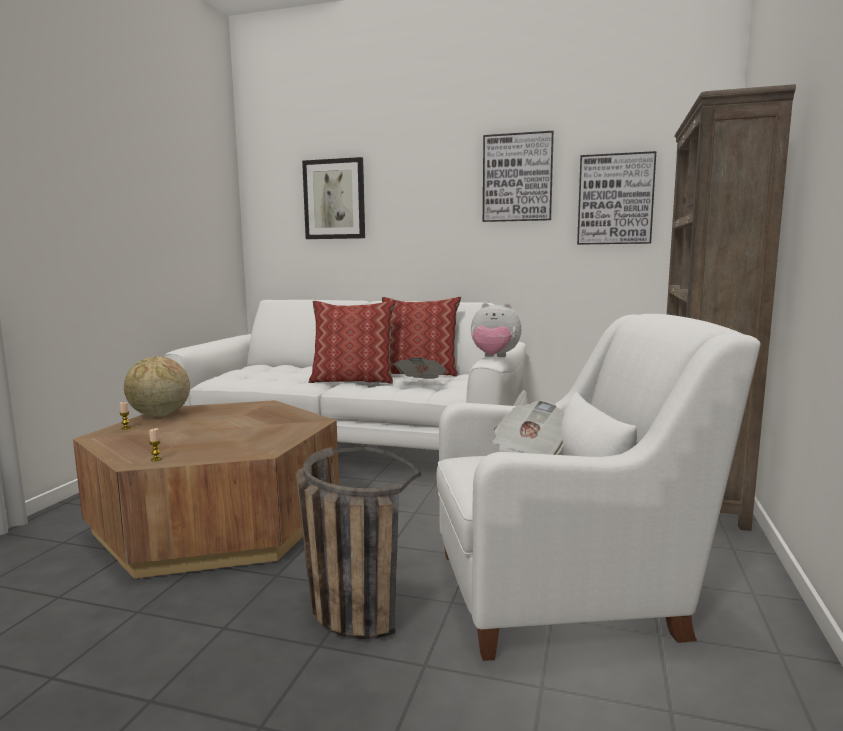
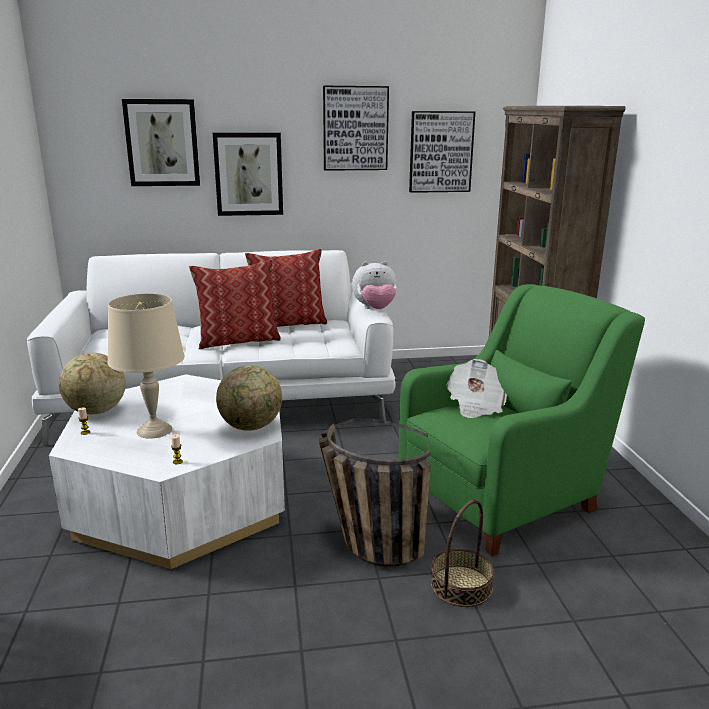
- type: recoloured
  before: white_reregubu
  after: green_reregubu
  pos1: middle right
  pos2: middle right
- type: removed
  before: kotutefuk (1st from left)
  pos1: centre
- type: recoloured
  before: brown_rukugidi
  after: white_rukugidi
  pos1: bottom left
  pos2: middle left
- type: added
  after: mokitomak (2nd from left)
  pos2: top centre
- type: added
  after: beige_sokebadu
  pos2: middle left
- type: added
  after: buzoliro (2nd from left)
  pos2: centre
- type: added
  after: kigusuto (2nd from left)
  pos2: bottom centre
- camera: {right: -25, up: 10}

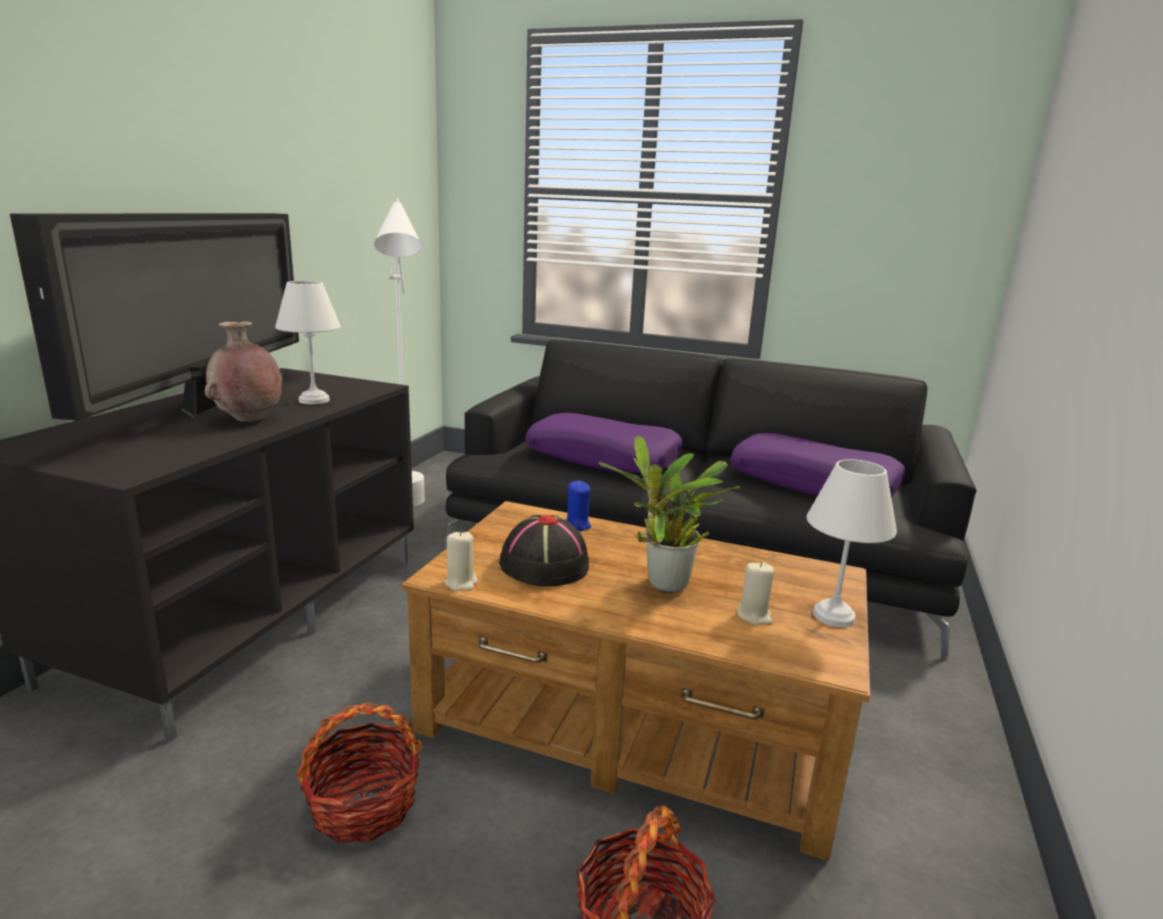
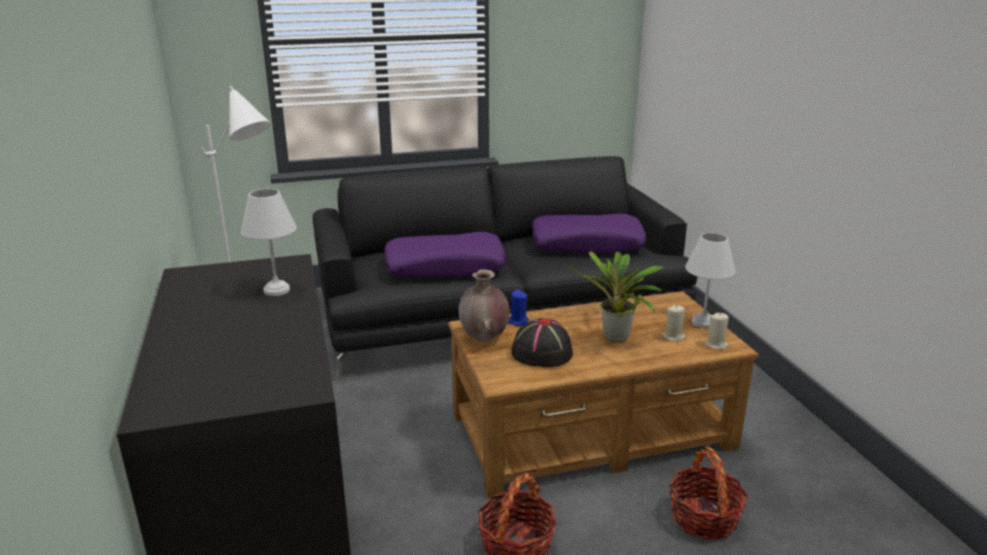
- type: removed
  before: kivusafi
  pos1: middle left
- type: moved
  before: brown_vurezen
  pos1: middle left
  pos2: centre
- type: moved
  before: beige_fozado (1st from left in the first image)
  after: beige_fozado (2nd from left)
  pos1: centre
  pos2: middle right
- camera: {right: -35, up: 5}

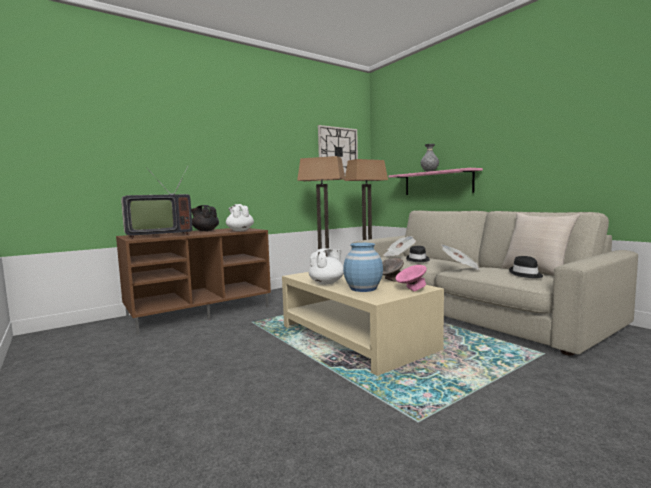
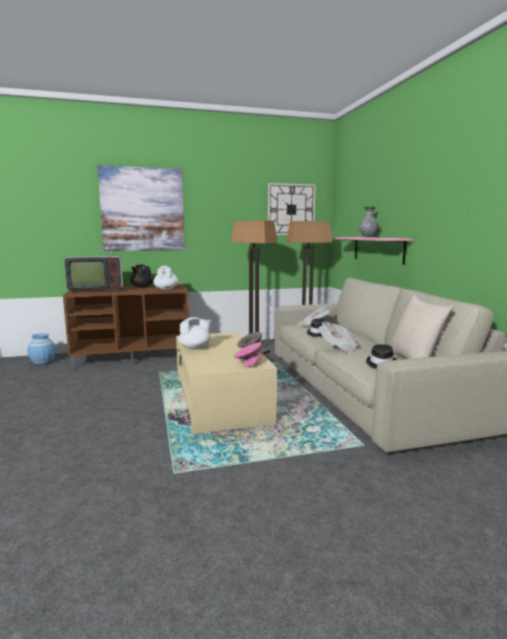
- type: moved
  before: blue_vurezen
  pos1: centre
  pos2: middle left
- type: added
  after: mokitomak
  pos2: top left
- camera: {right: 20, up: 5}

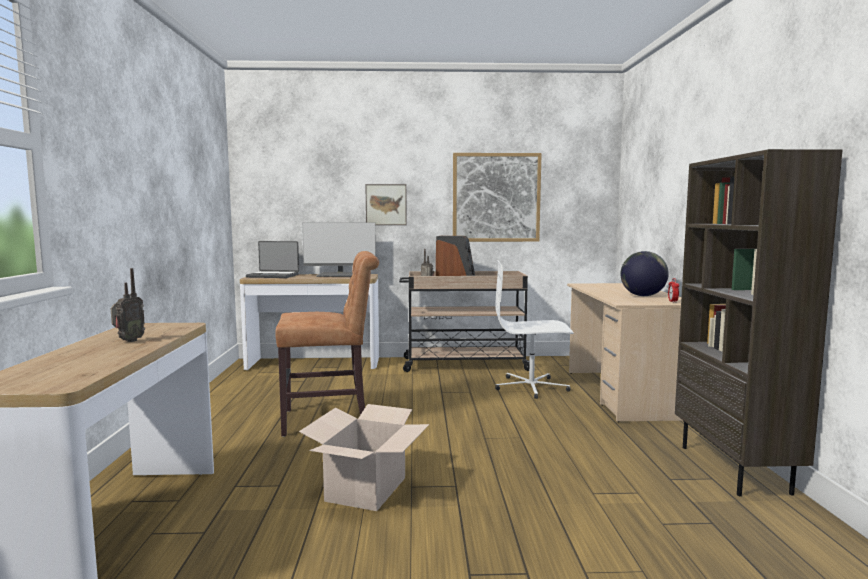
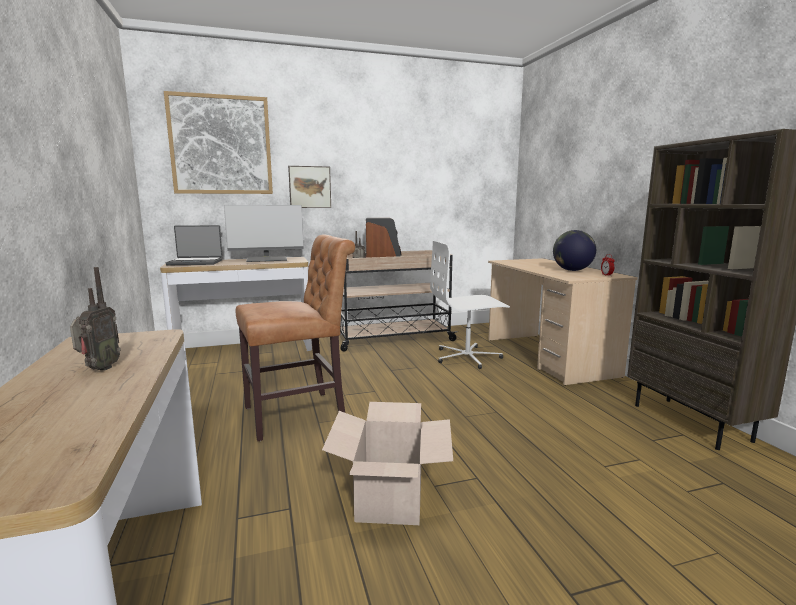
- type: moved
  before: mokitomak (2nd from left in the first image)
  after: mokitomak (1st from left)
  pos1: centre
  pos2: top left
- camera: {right: -15, up: 5}

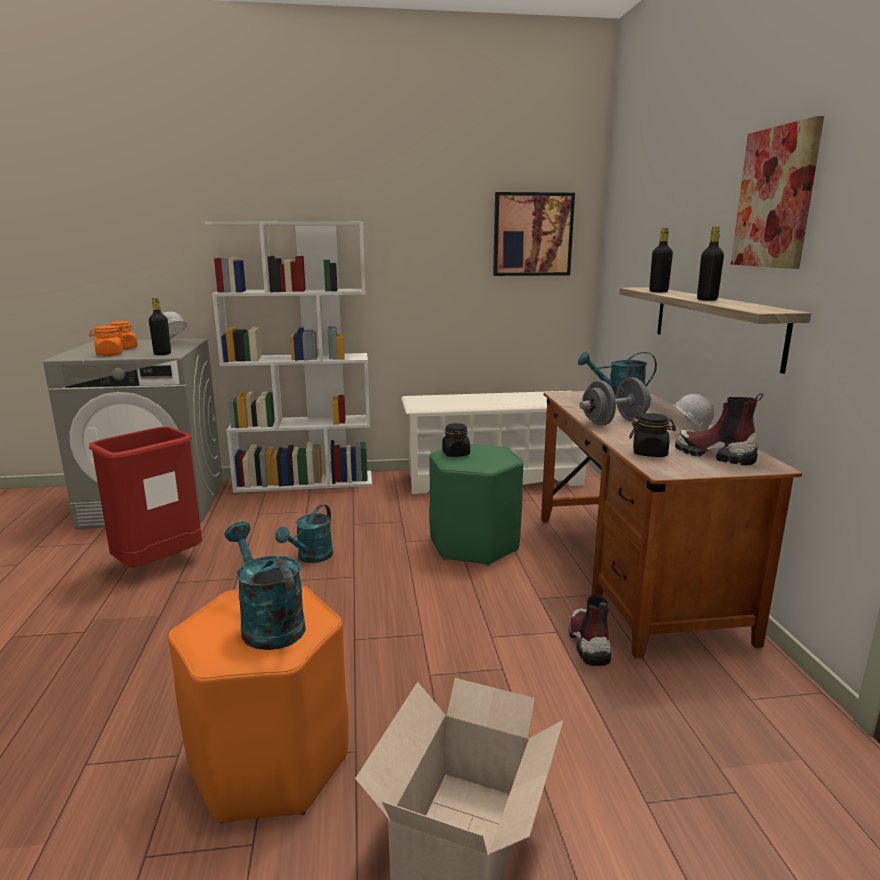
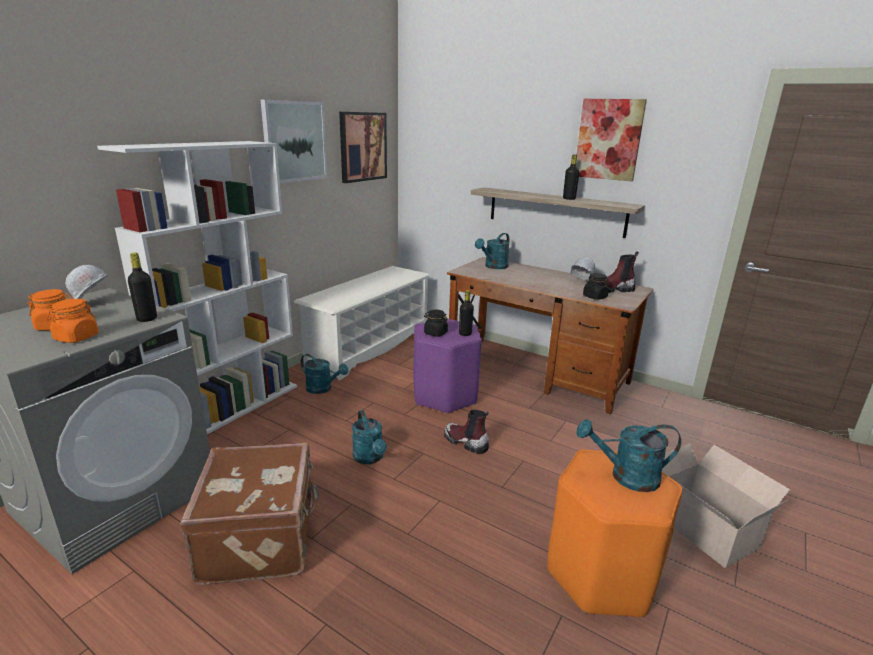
- type: moved
  before: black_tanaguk (2nd from left)
  pos1: top right
  pos2: centre
- type: removed
  before: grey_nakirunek
  pos1: middle right
- type: replaced
  before: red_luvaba
  after: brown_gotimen
  pos1: middle left
  pos2: bottom left
- type: recoloured
  before: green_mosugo
  after: purple_mosugo
  pos1: centre
  pos2: centre
- type: moved
  before: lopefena (1st from left)
  pos1: bottom right
  pos2: centre
- type: added
  after: mokitomak (1st from left)
  pos2: top centre
- type: added
  after: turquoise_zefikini (1st from left)
  pos2: centre
- camera: {right: -50, up: 5}

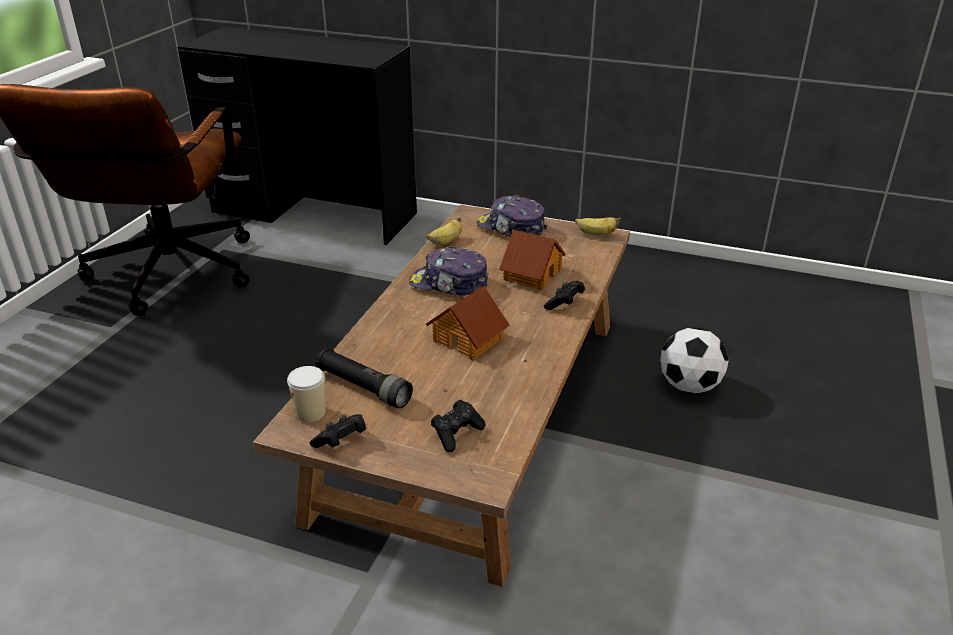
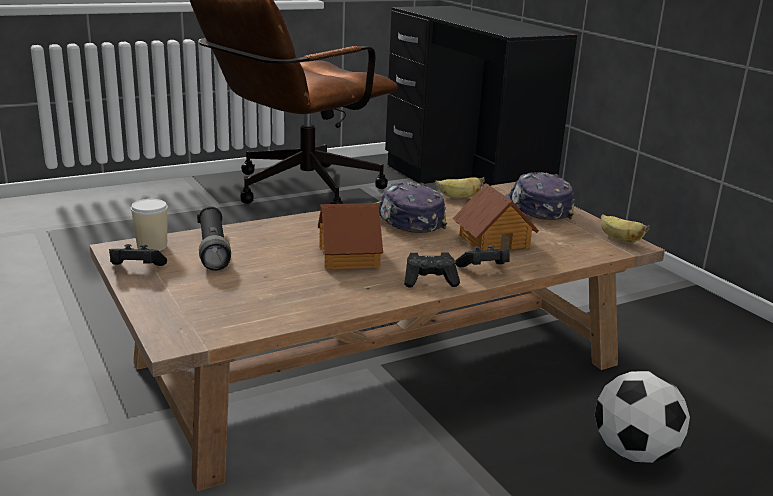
- type: moved
  before: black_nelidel (2nd from left)
  pos1: bottom centre
  pos2: centre
- camera: {right: 40, up: -10}

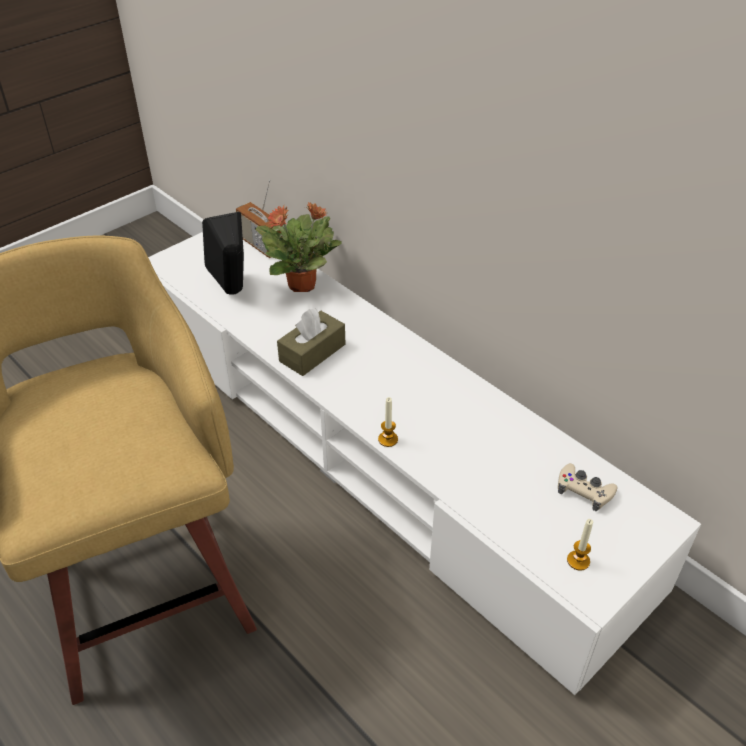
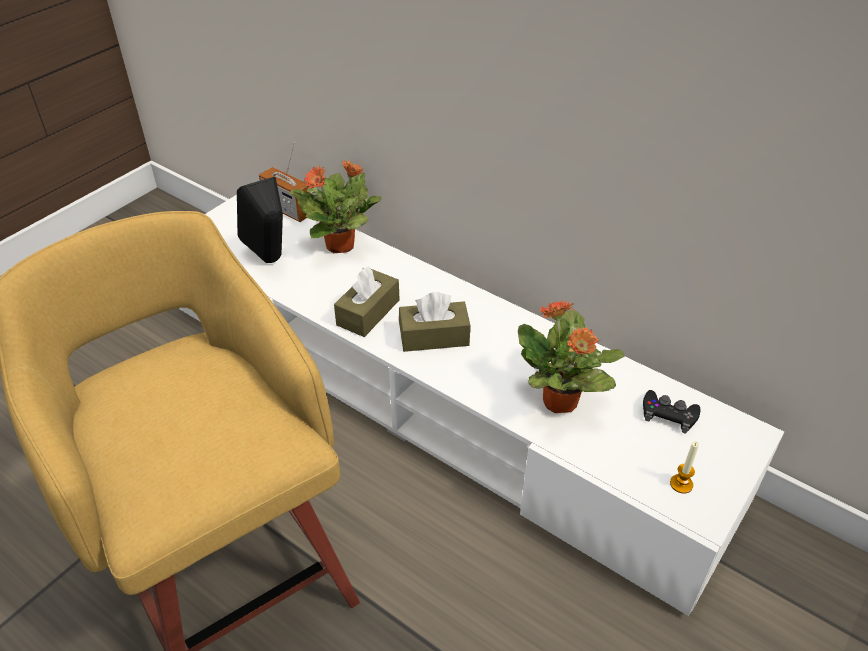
- type: removed
  before: fozado (1st from left)
  pos1: centre
- type: recoloured
  before: beige_nelidel
  after: black_nelidel
  pos1: middle right
  pos2: middle right
- type: added
  after: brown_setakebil (2nd from left)
  pos2: centre
- type: added
  after: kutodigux (2nd from left)
  pos2: centre
- camera: {right: -10, up: 0}

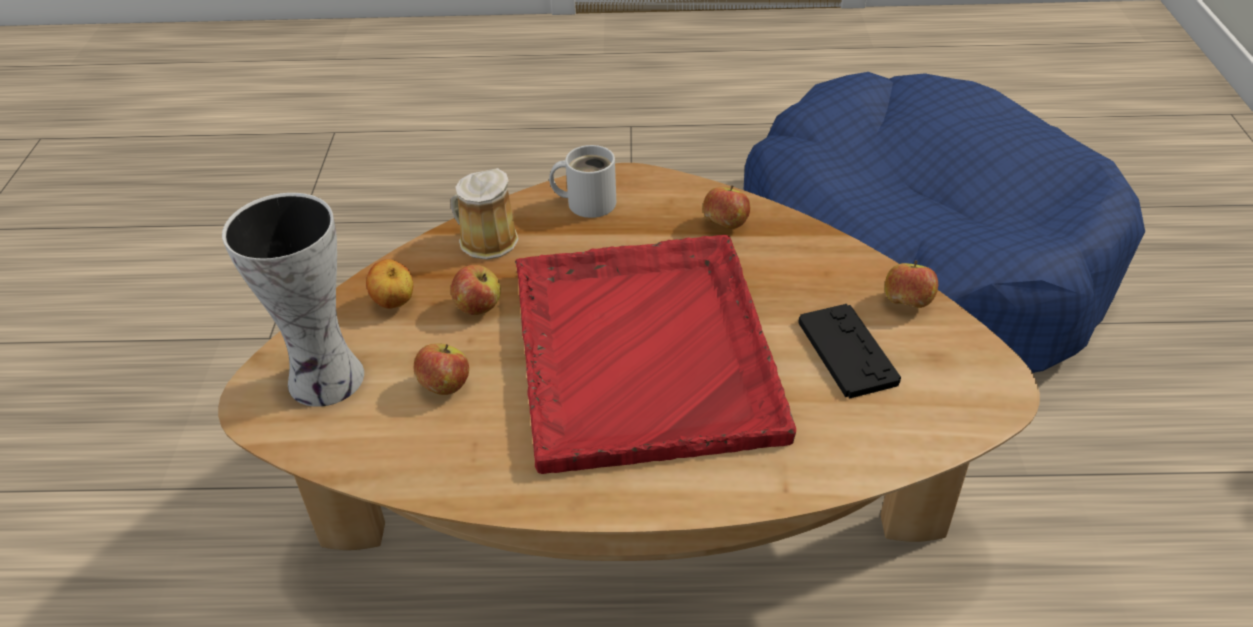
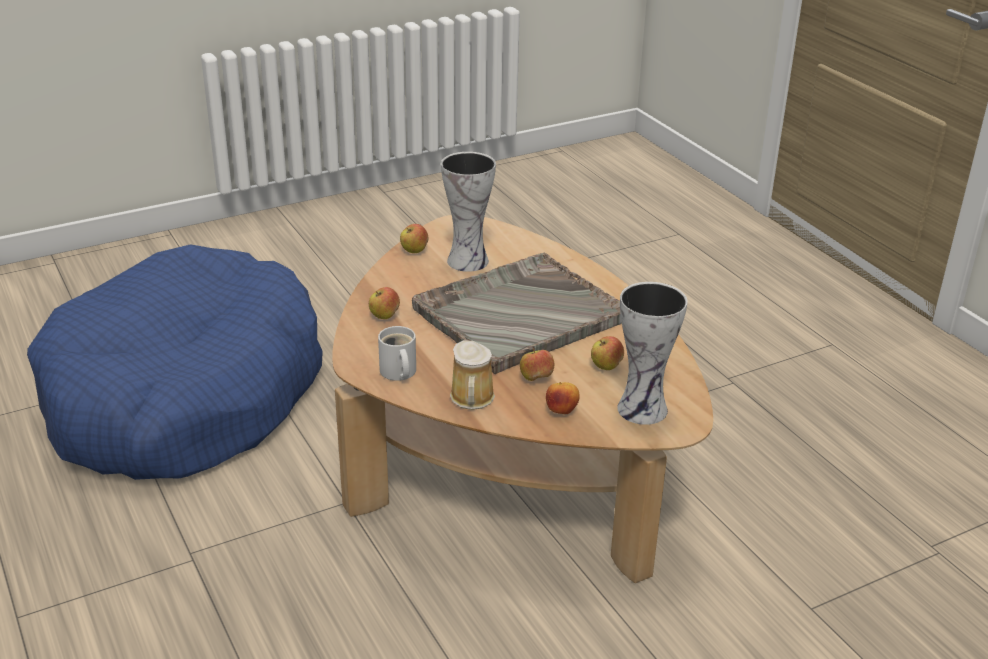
- type: recoloured
  before: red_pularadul
  after: grey_pularadul
  pos1: centre
  pos2: centre
- type: replaced
  before: black_nelidel
  after: vurezen (1st from left)
  pos1: middle right
  pos2: top centre
- camera: {right: -120, up: -10}

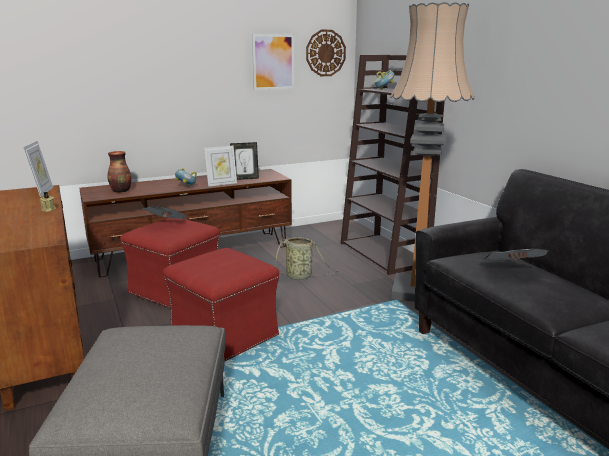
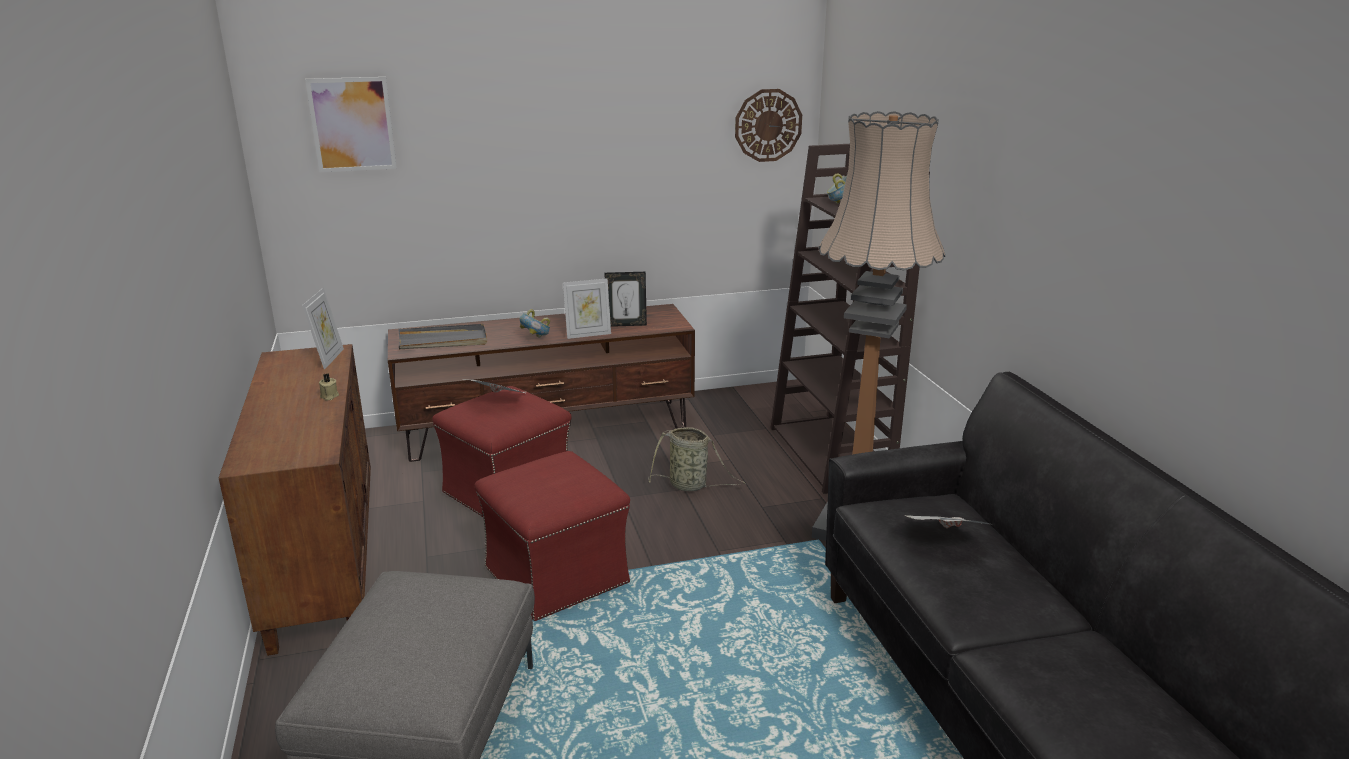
- type: moved
  before: mokitomak
  pos1: top centre
  pos2: top left
- type: replaced
  before: vurezen
  after: grey_pularadul
  pos1: middle left
  pos2: middle left
- camera: {right: 10, up: 5}

